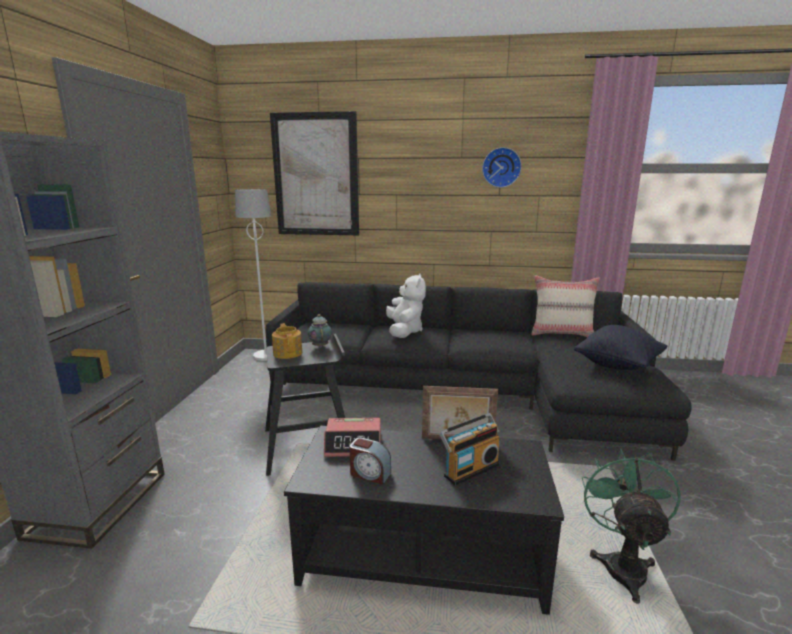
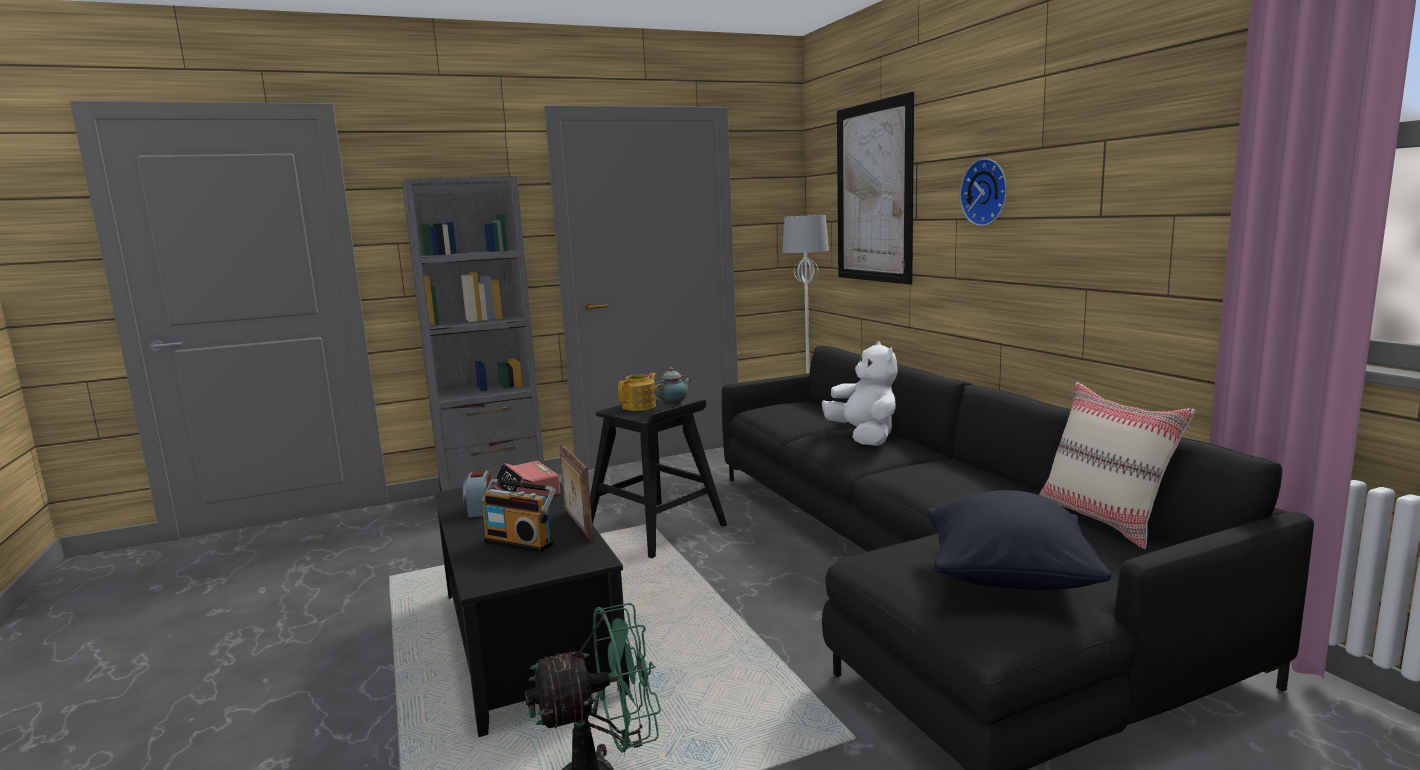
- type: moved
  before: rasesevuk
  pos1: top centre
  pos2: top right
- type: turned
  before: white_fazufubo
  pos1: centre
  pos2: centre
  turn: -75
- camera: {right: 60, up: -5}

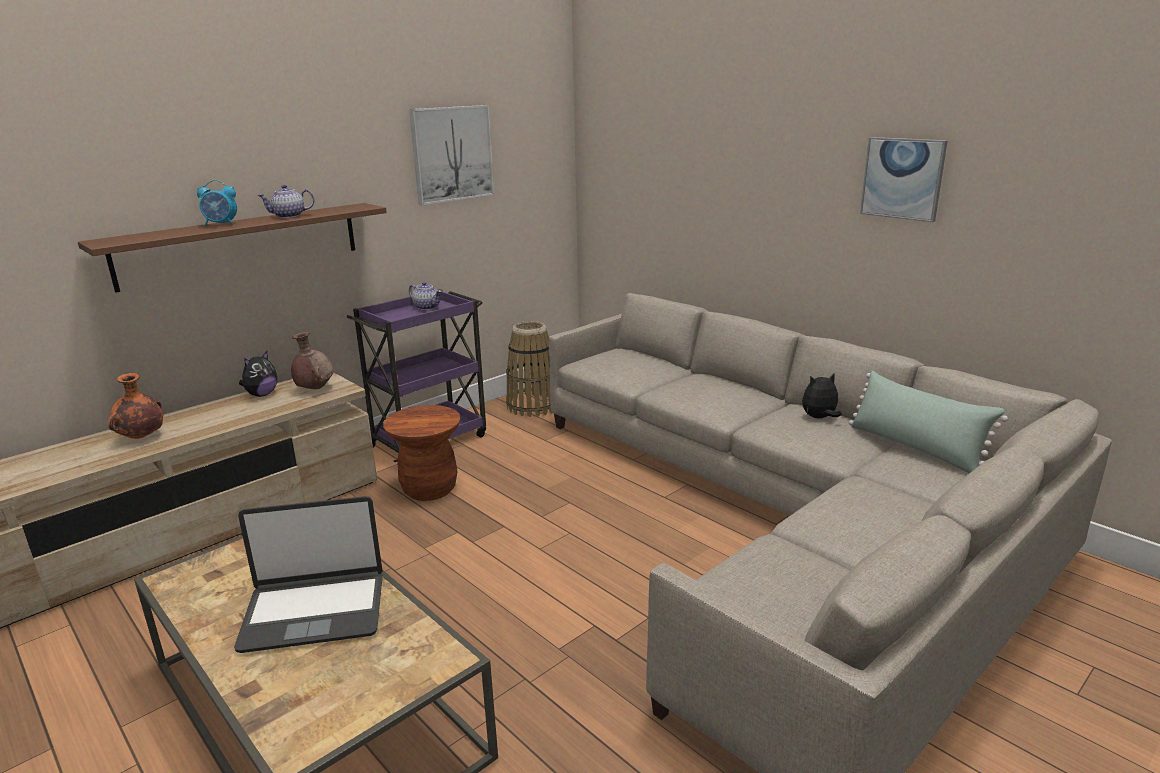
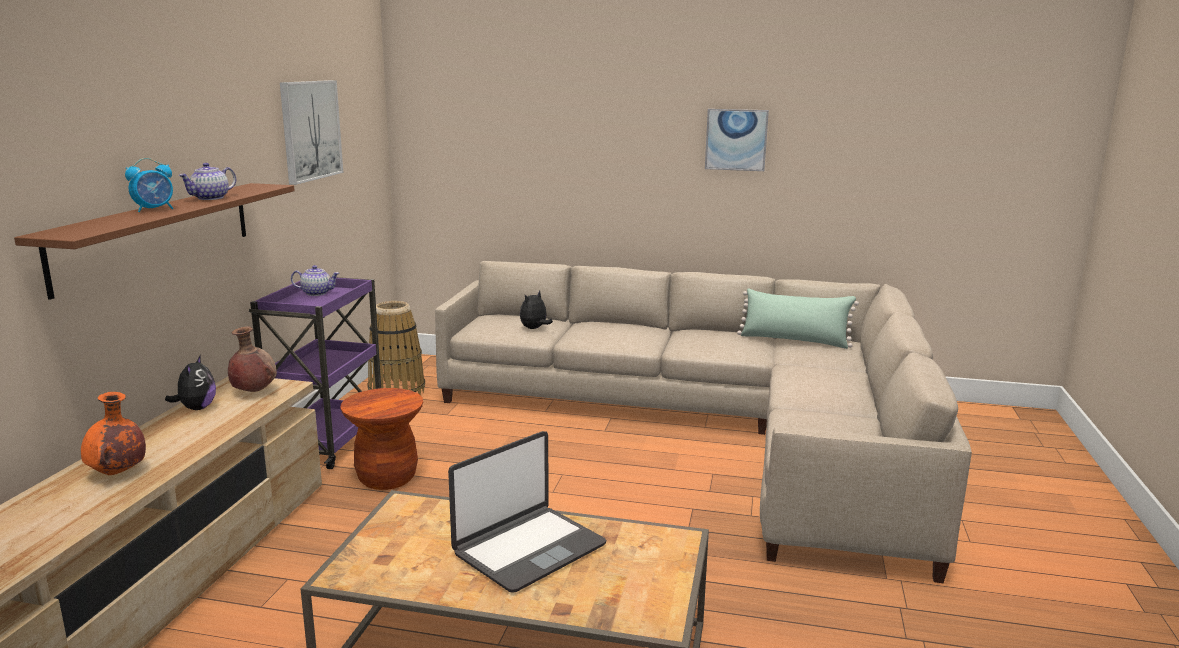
- type: moved
  before: fazufubo (2nd from left)
  pos1: middle right
  pos2: centre
- camera: {right: -35, up: -5}

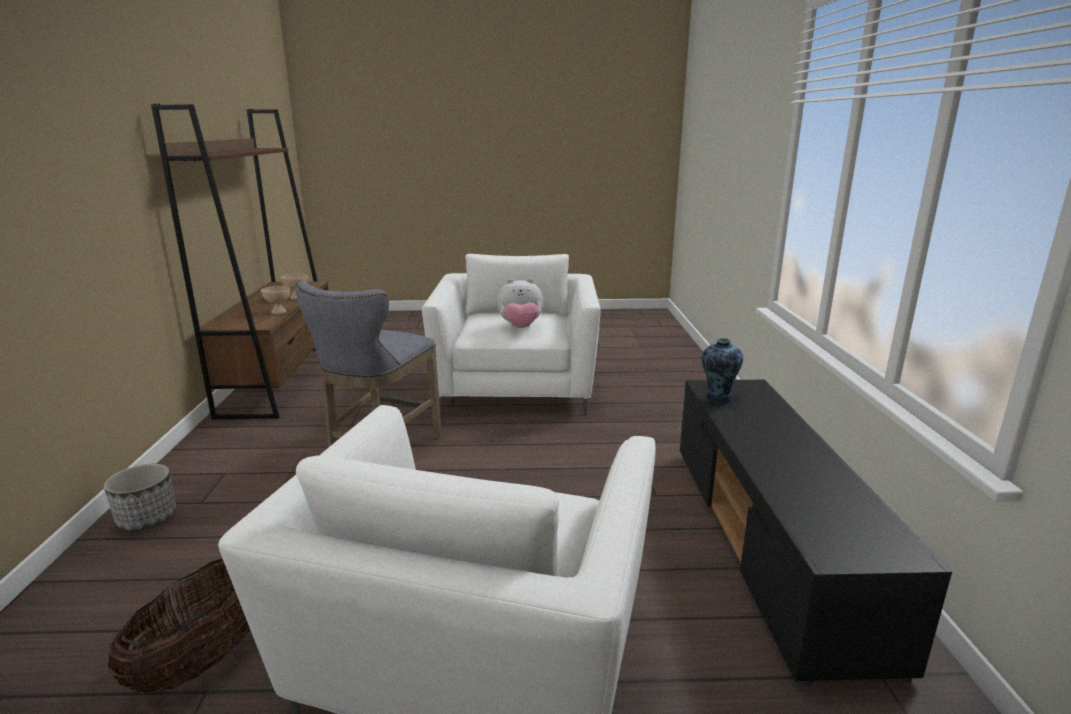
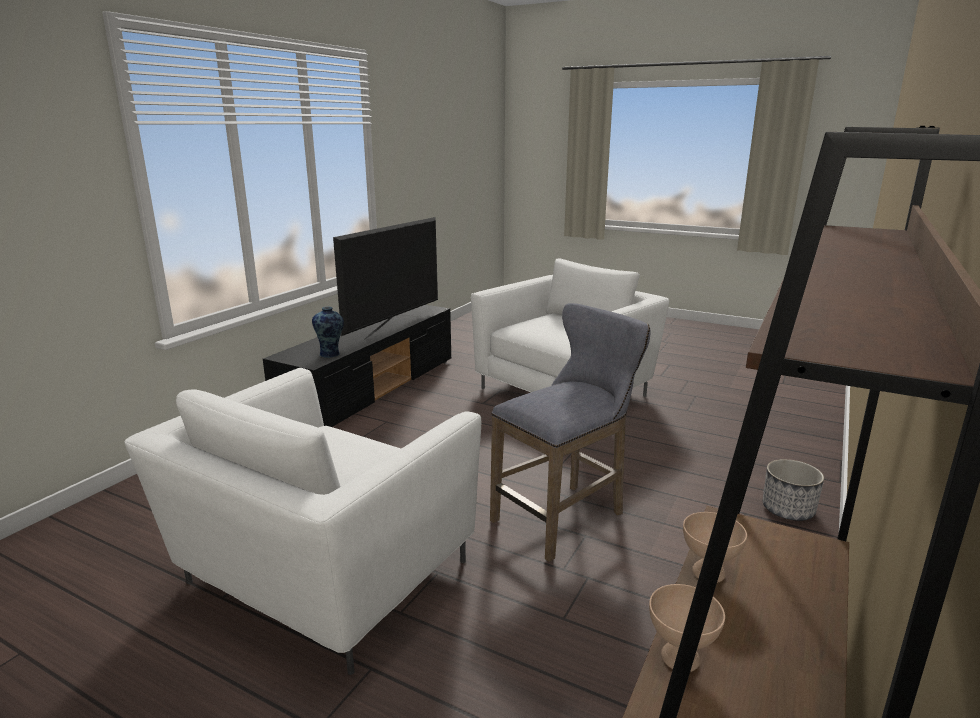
- type: removed
  before: fazufubo
  pos1: centre
- type: removed
  before: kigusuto
  pos1: bottom left
- type: added
  after: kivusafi
  pos2: centre
- camera: {right: -150, up: 0}

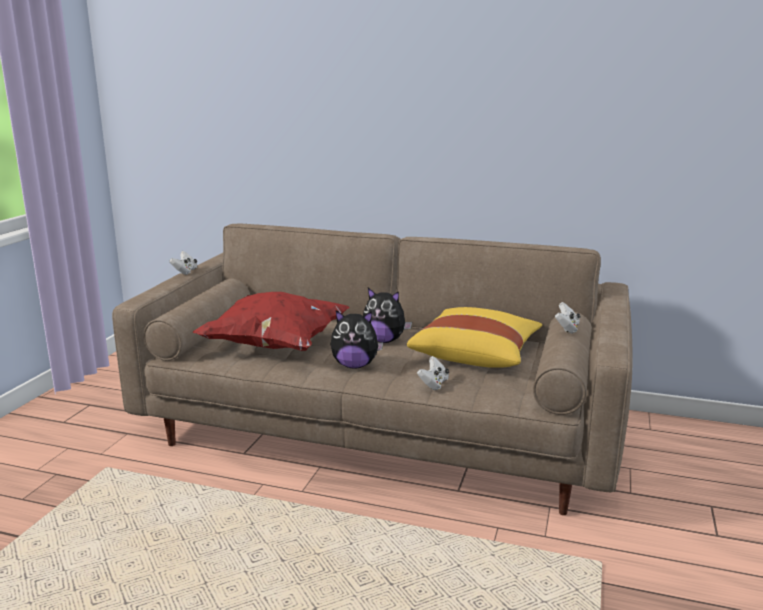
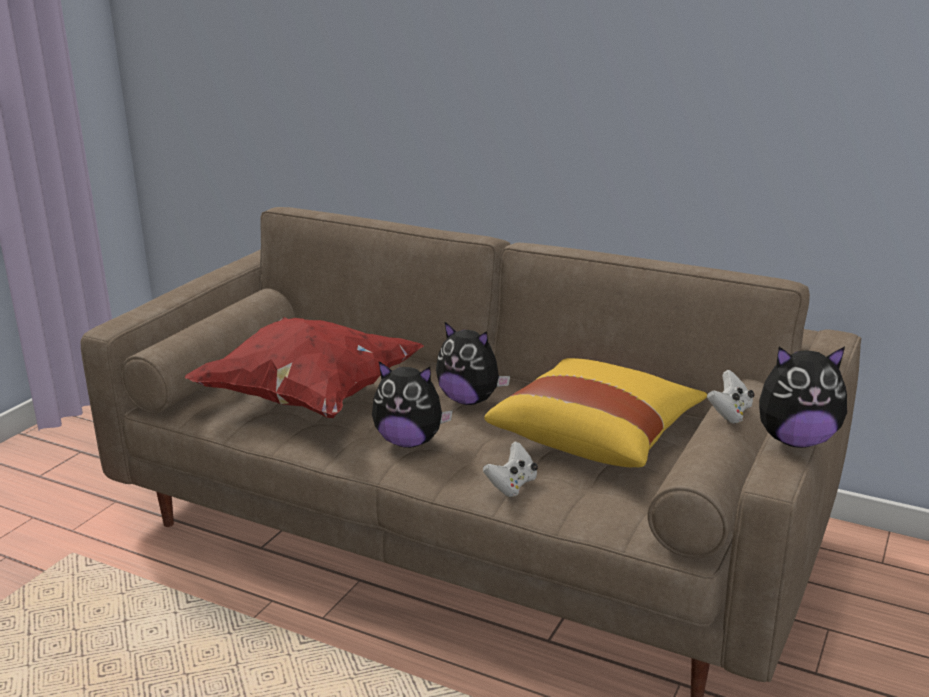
- type: removed
  before: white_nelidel (1st from left)
  pos1: middle left
- type: added
  after: fazufubo (3rd from left)
  pos2: middle right
- camera: {right: 10, up: 5}

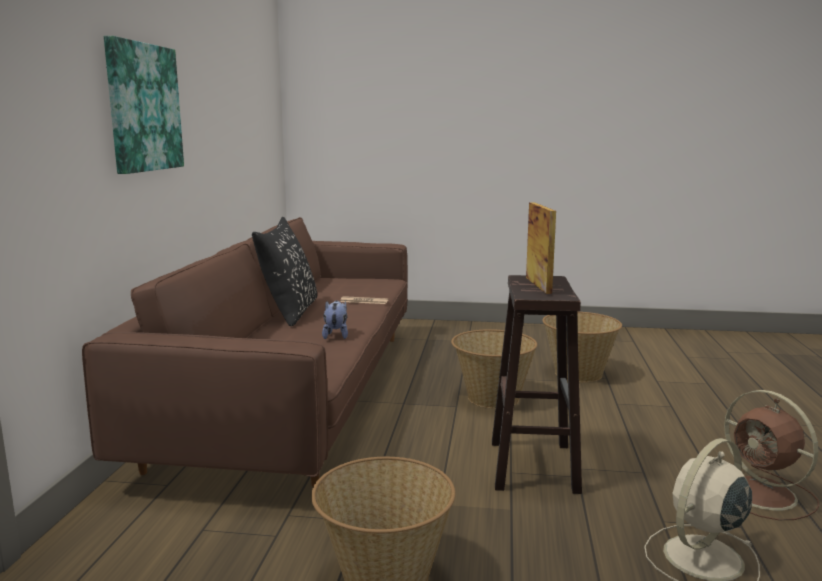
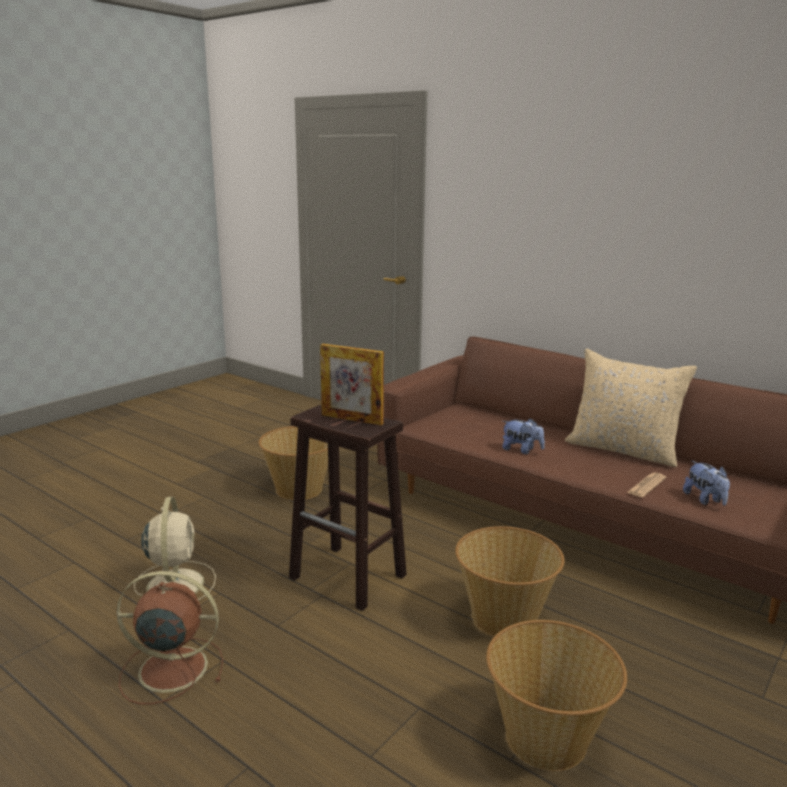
- type: removed
  before: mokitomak
  pos1: top left
- type: recoloured
  before: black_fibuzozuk
  after: beige_fibuzozuk
  pos1: centre
  pos2: middle right
- type: added
  after: fazufubo (2nd from left)
  pos2: middle right
- camera: {right: 120, up: 5}

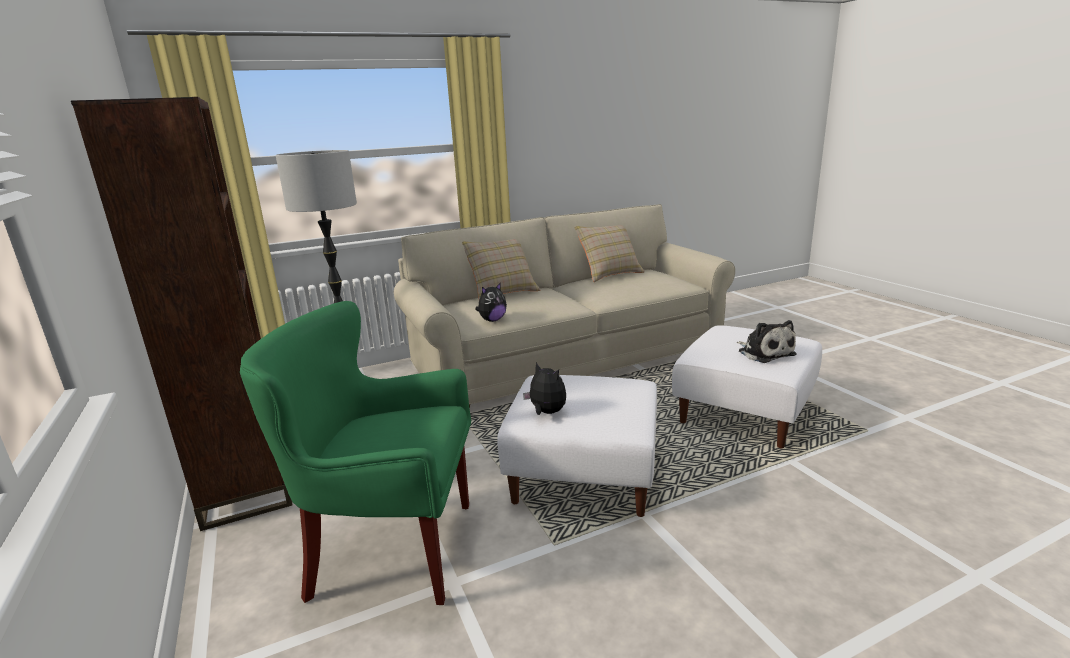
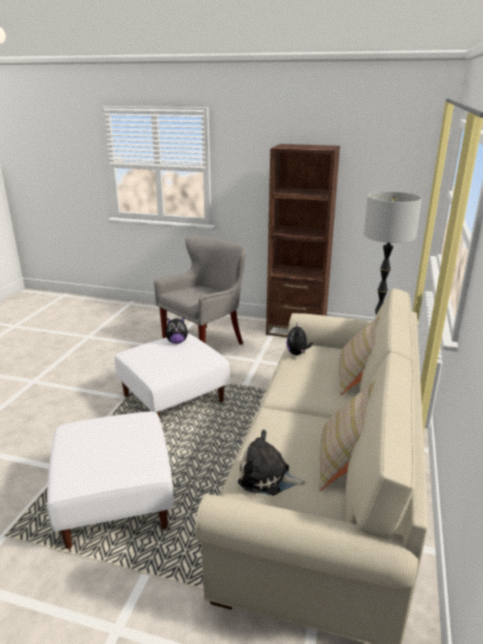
- type: recoloured
  before: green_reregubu
  after: grey_reregubu
  pos1: bottom left
  pos2: centre
- type: moved
  before: fazufubo (3rd from left in the first image)
  after: fazufubo (2nd from left)
  pos1: middle right
  pos2: bottom centre
- camera: {right: 130, up: 5}

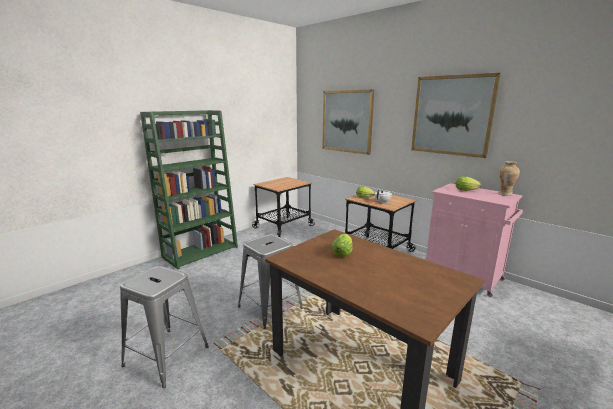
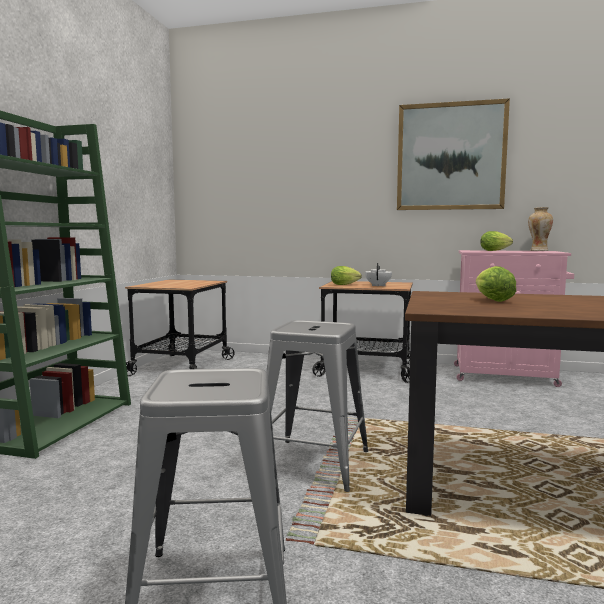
- type: removed
  before: mokitomak (1st from left)
  pos1: top centre
- camera: {right: -30, up: -10}

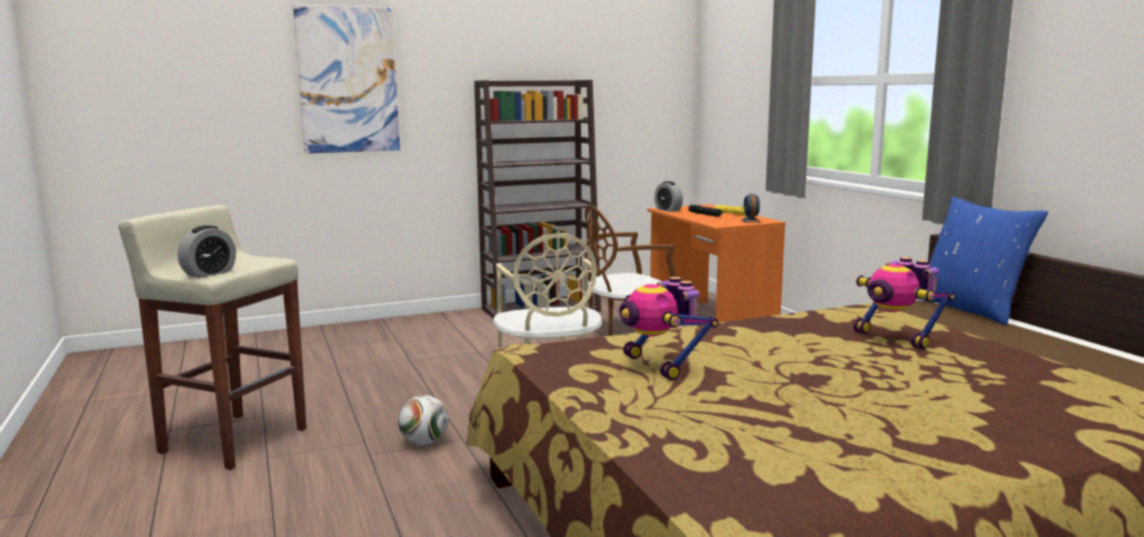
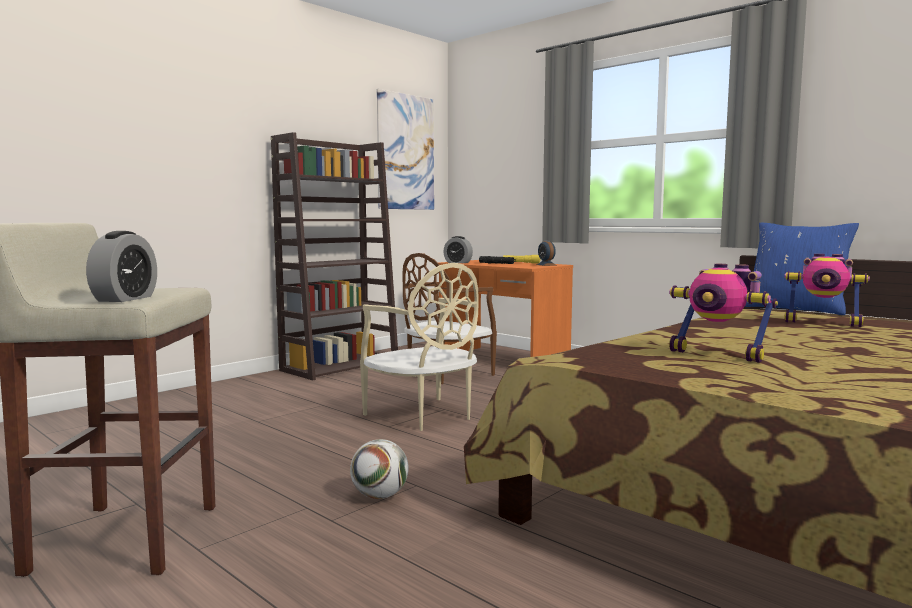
- type: moved
  before: mokitomak
  pos1: top left
  pos2: top centre
- camera: {right: -25, up: -5}

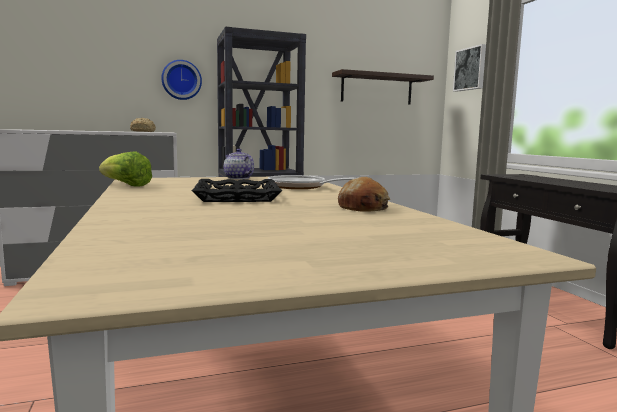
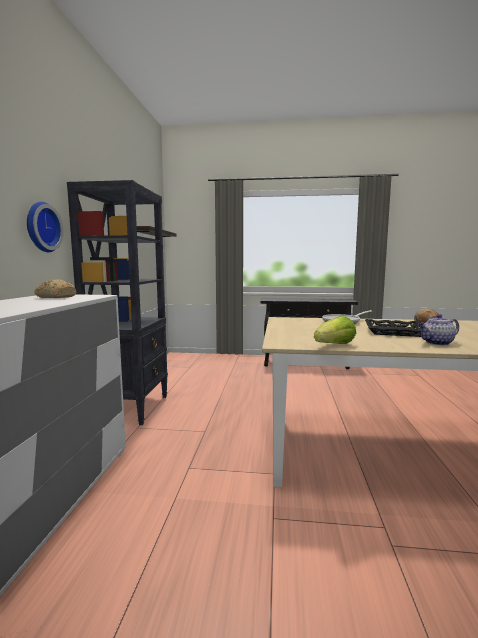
- type: removed
  before: mokitomak
  pos1: top right
- type: moved
  before: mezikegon
  pos1: centre
  pos2: middle right
- camera: {right: -65, up: 0}

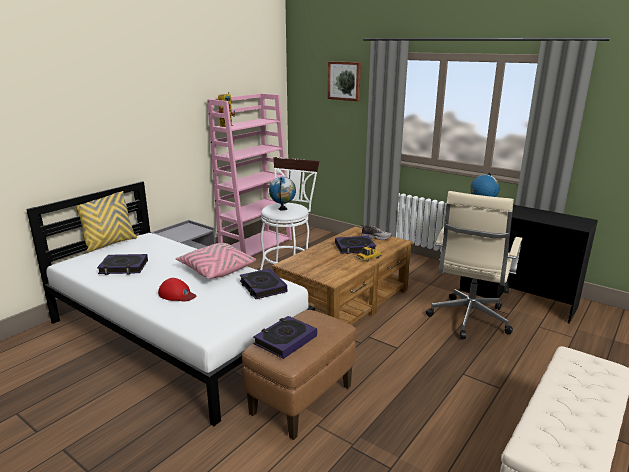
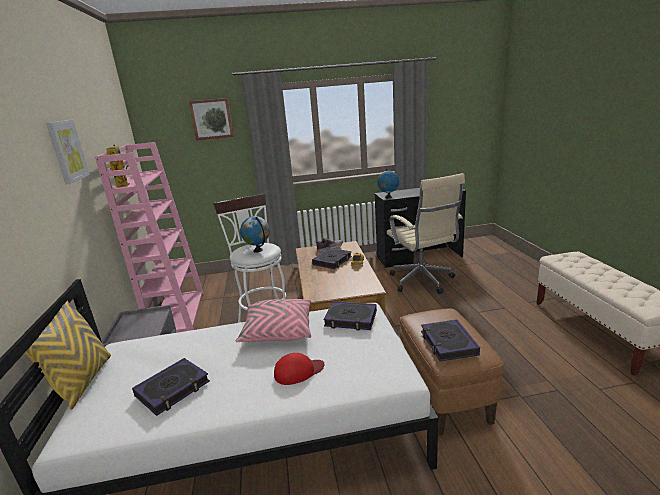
- type: added
  after: mokitomak (1st from left)
  pos2: top left
- camera: {right: -45, up: 0}

